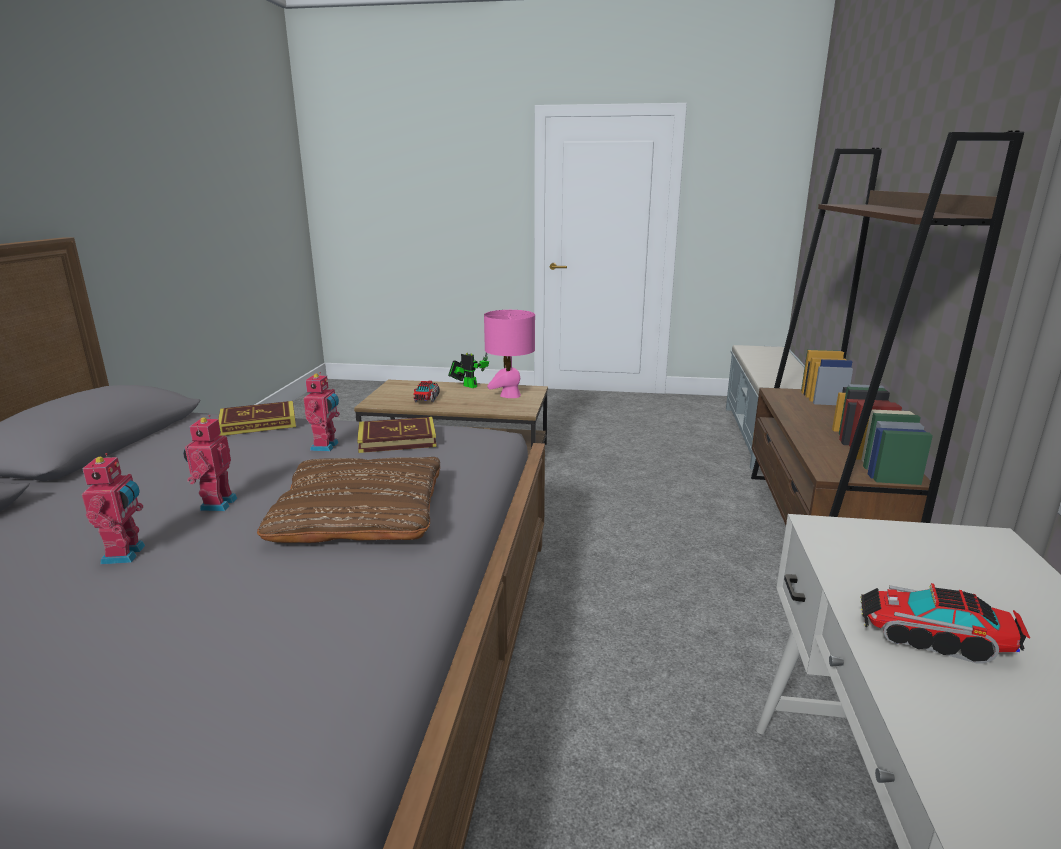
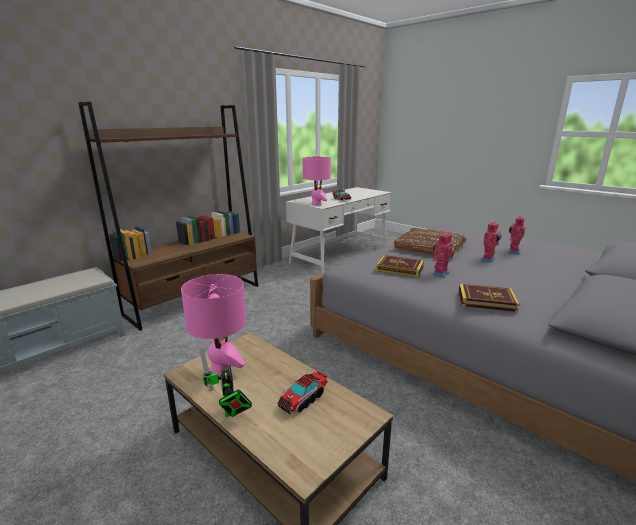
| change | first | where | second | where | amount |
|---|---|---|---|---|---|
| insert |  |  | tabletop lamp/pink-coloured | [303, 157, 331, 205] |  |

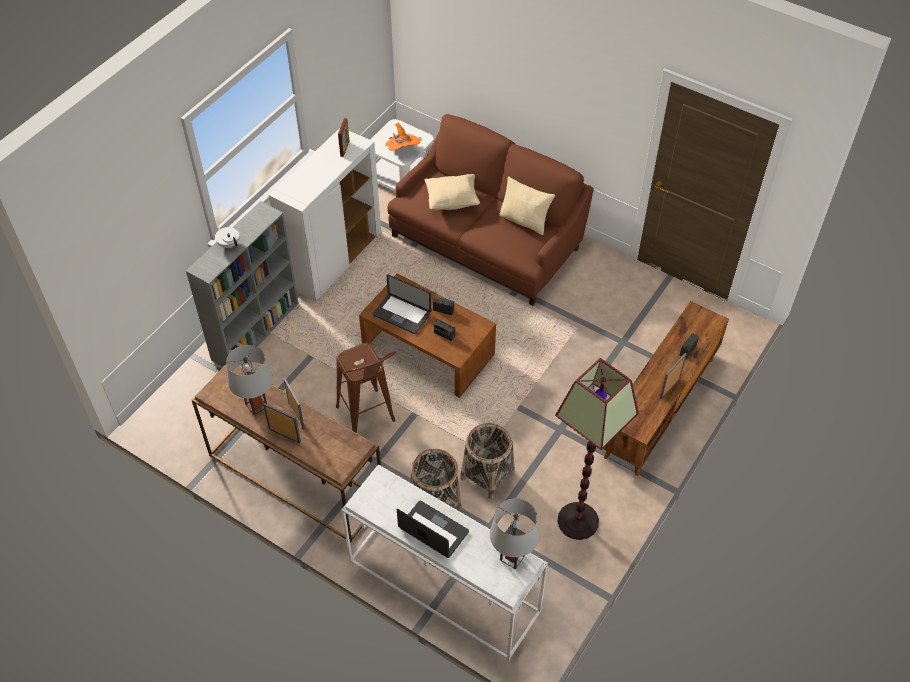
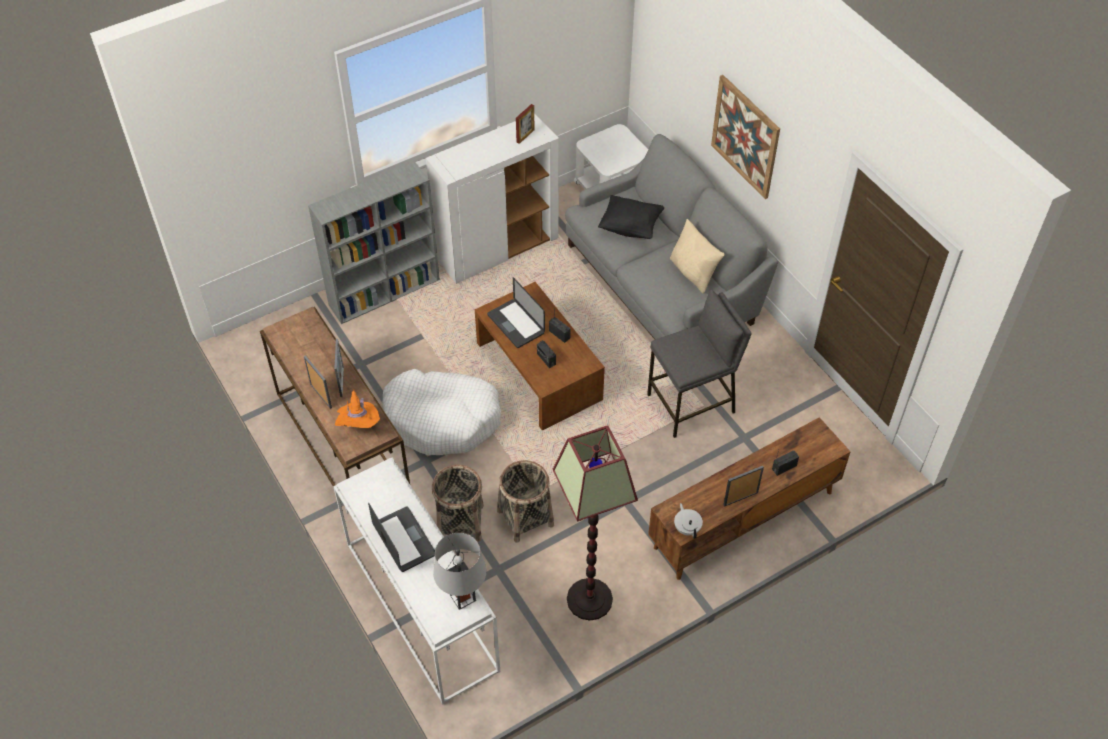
| change | first | where | second | where | amount |
|---|---|---|---|---|---|
| recolor | settee/brown | [387, 114, 593, 306] | settee/gray | [565, 134, 778, 340] |  |
| move | hat/orange | [385, 123, 422, 151] |  | [335, 390, 380, 428] |  |
| recolor | cushion/sand-coloured | [425, 174, 480, 210] | cushion/black-coloured | [598, 195, 664, 239] |  |
| move | pot for tea/whitish | [215, 226, 239, 248] |  | [674, 503, 703, 539] |  |
| replace | sitting stool/brown | [336, 343, 396, 433] | dog cushion/whitish | [383, 369, 501, 455] |  |
| delete | tabletop lamp/gray | [226, 345, 273, 415] |  |  |  |
| insert |  |  | picture | [711, 75, 780, 199] |  |
| insert |  |  | sitting stool/gray | [647, 289, 752, 438] |  |

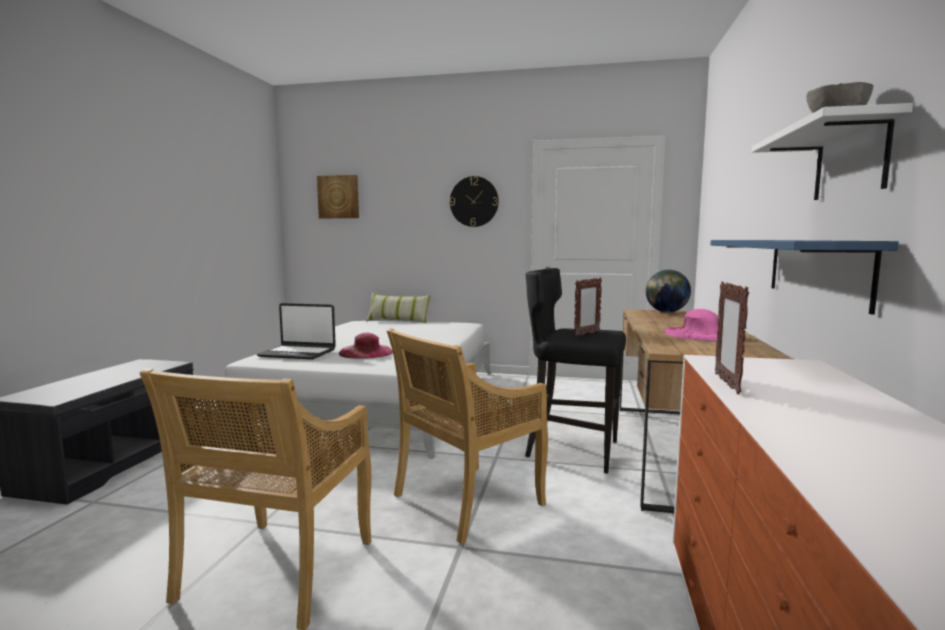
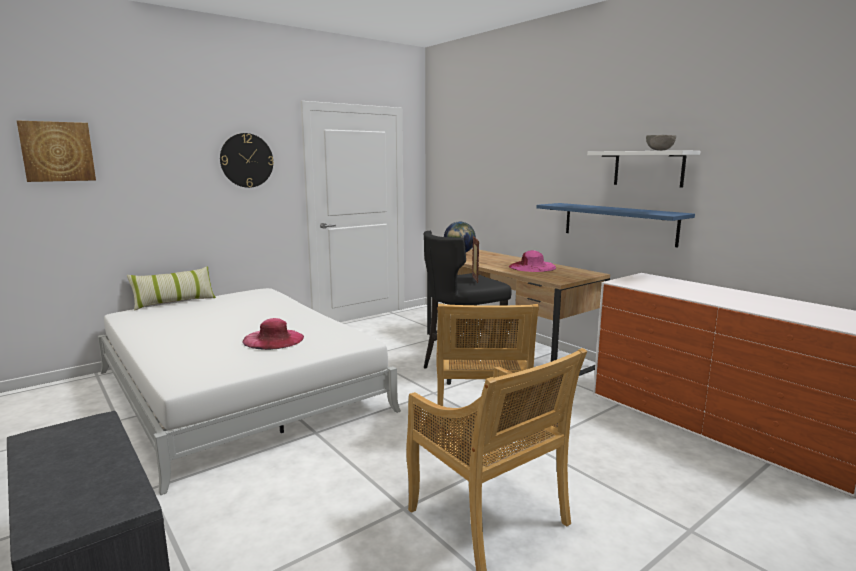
| change | first | where | second | where | amount |
|---|---|---|---|---|---|
| delete | standing frame | [715, 282, 749, 394] |  |  |  |
| delete | portable computer | [257, 303, 336, 360] |  |  |  |

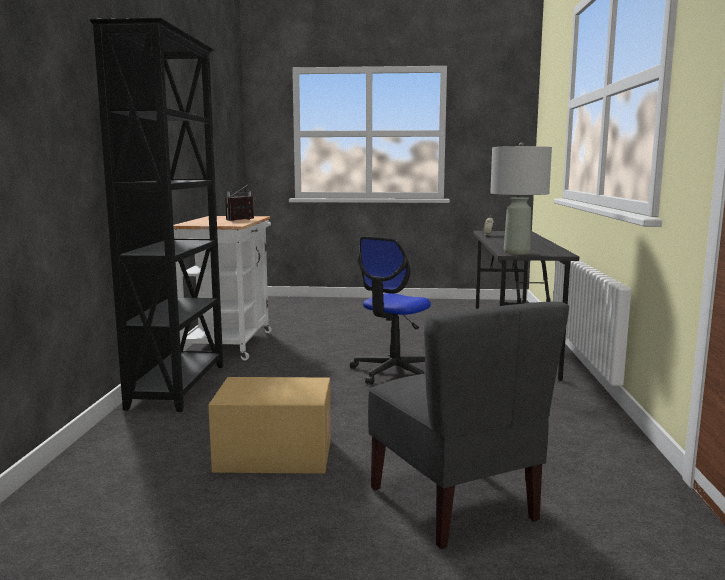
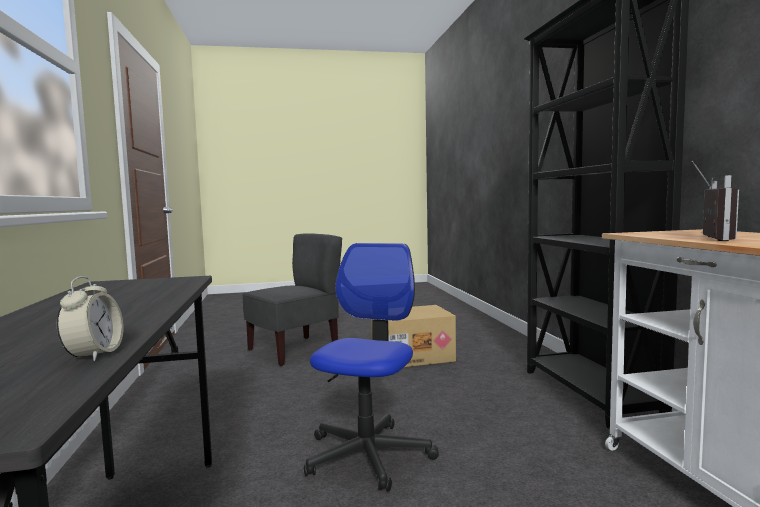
| change | first | where | second | where | amount |
|---|---|---|---|---|---|
| delete | tabletop lamp/gray | [490, 142, 552, 255] |  |  |  |
| rotate | upright chair/gray | [368, 302, 569, 549] |  | [243, 233, 342, 366] | 90 degrees clockwise |

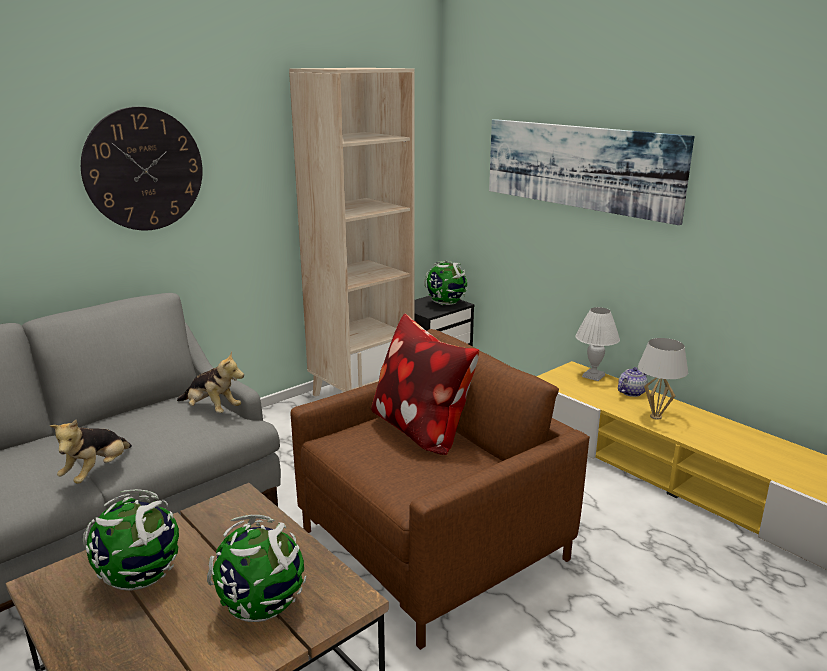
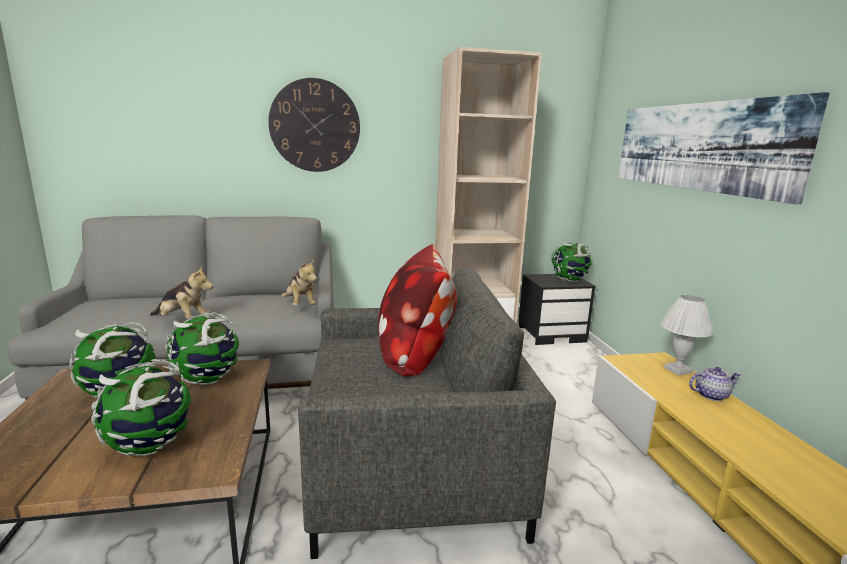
| change | first | where | second | where | amount |
|---|---|---|---|---|---|
| recolor | armchair/brown | [291, 329, 590, 650] | armchair/gray | [298, 268, 556, 559] |  |
| delete | tabletop lamp/whitish | [638, 338, 688, 420] |  |  |  |
| rotate | plush toy | [50, 420, 132, 484] |  | [150, 265, 213, 320] | 120 degrees counterclockwise |
| insert |  |  | desk globe | [165, 312, 239, 385] |  |

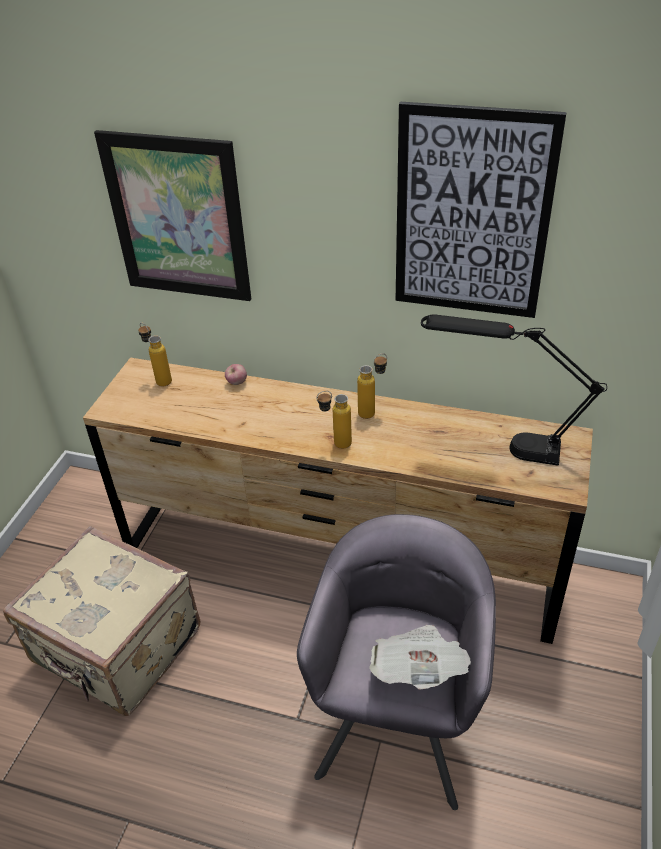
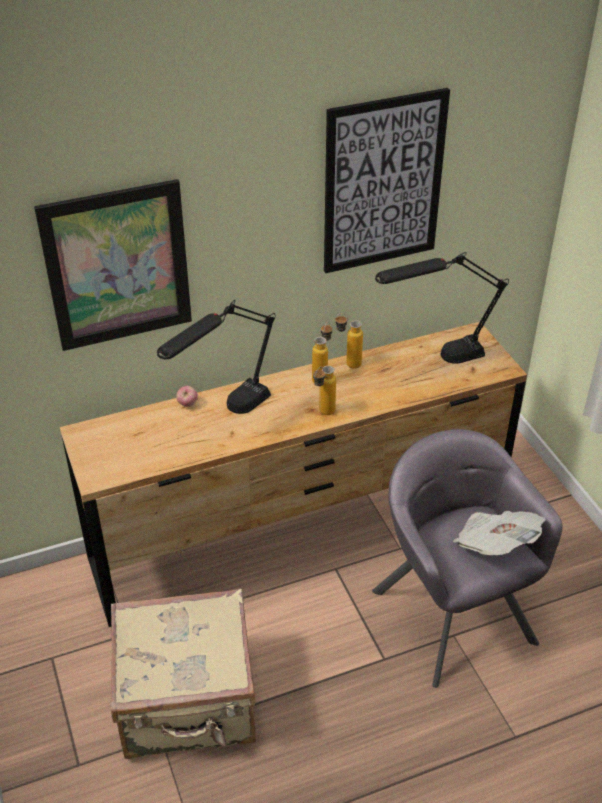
| change | first | where | second | where | amount |
|---|---|---|---|---|---|
| move | beverage bottle | [138, 322, 172, 386] |  | [335, 314, 363, 369] |  |
| insert |  |  | tabletop lamp/black-coloured | [157, 300, 276, 414] |  |

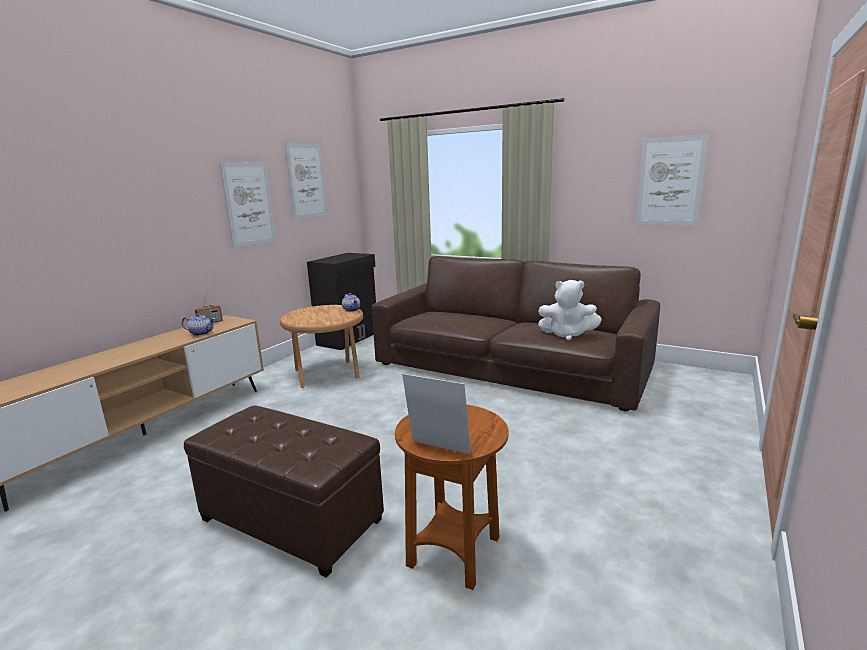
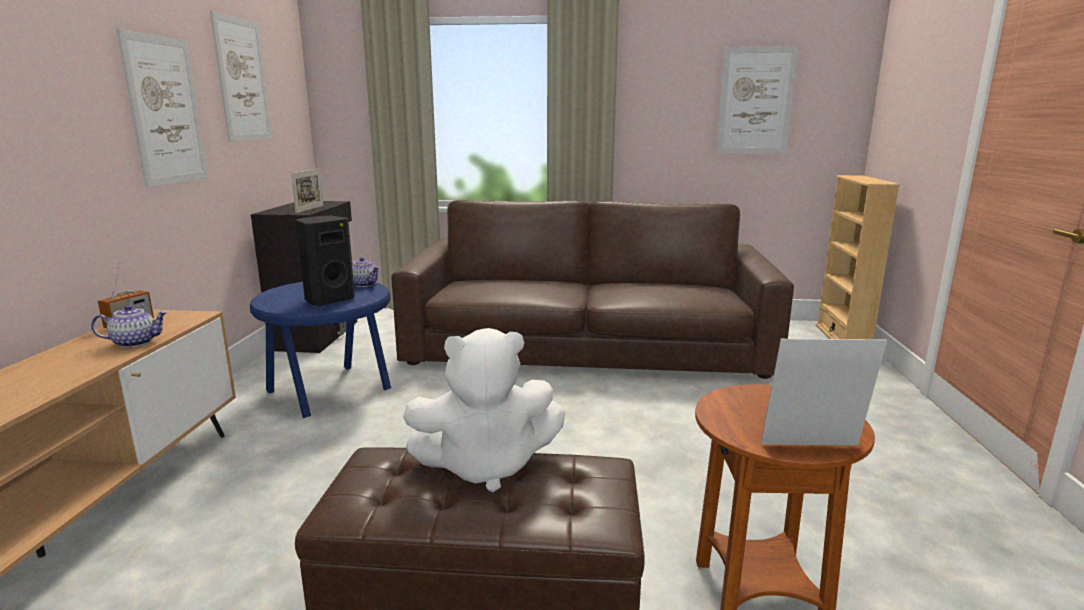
| change | first | where | second | where | amount |
|---|---|---|---|---|---|
| move | plush toy/whitish | [538, 280, 602, 341] |  | [403, 328, 565, 493] |  |
| recolor | accent table/brown | [280, 305, 363, 388] | accent table/blue-coloured | [250, 282, 391, 418] |  |
| insert |  |  | standing frame | [291, 169, 323, 213] |  |
| insert |  |  | bookcase/sand-coloured | [816, 175, 900, 339] |  |
| insert |  |  | loudspeaker/black-coloured | [296, 216, 355, 306] |  |

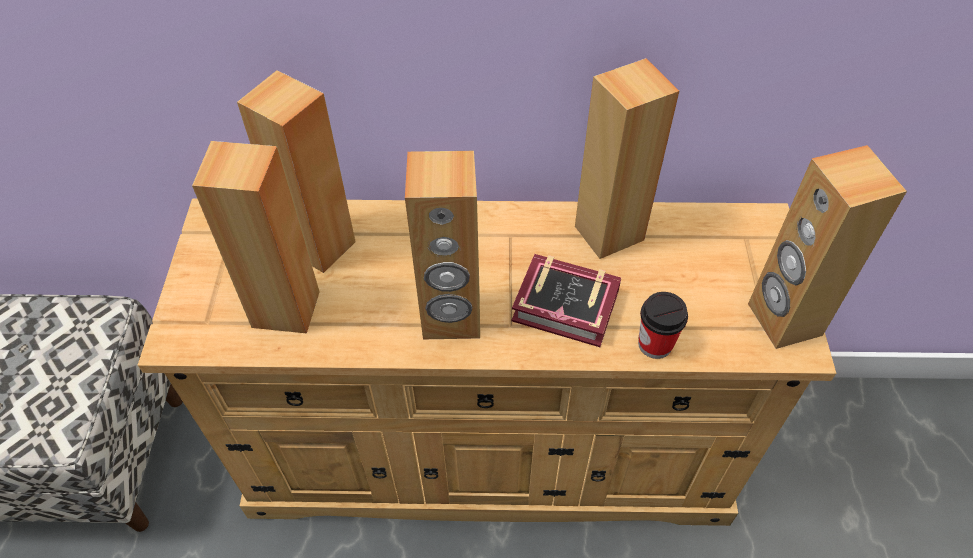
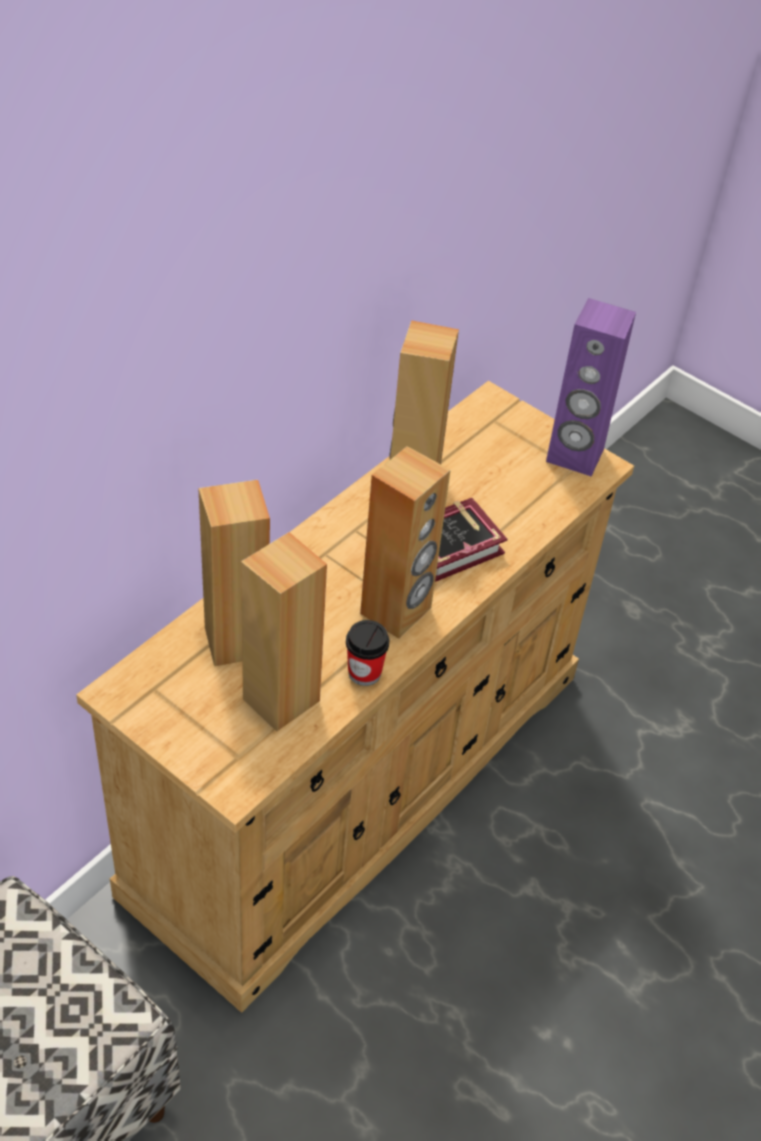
| change | first | where | second | where | amount |
|---|---|---|---|---|---|
| recolor | loudspeaker/brown | [748, 145, 907, 349] | loudspeaker/purplish | [546, 298, 636, 476] |  |
| move | small cup | [638, 292, 688, 359] |  | [346, 620, 389, 686] |  |

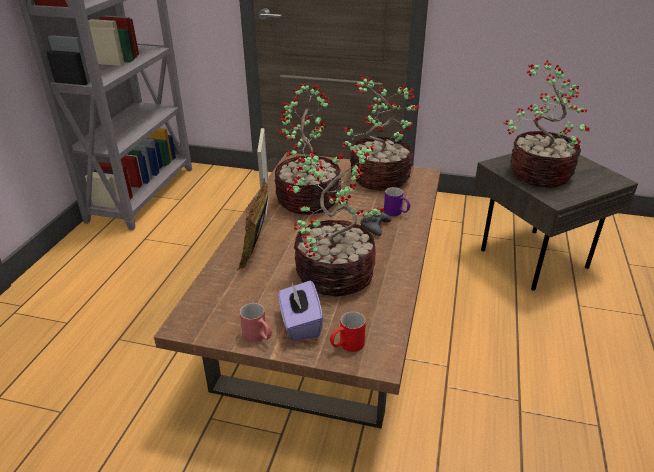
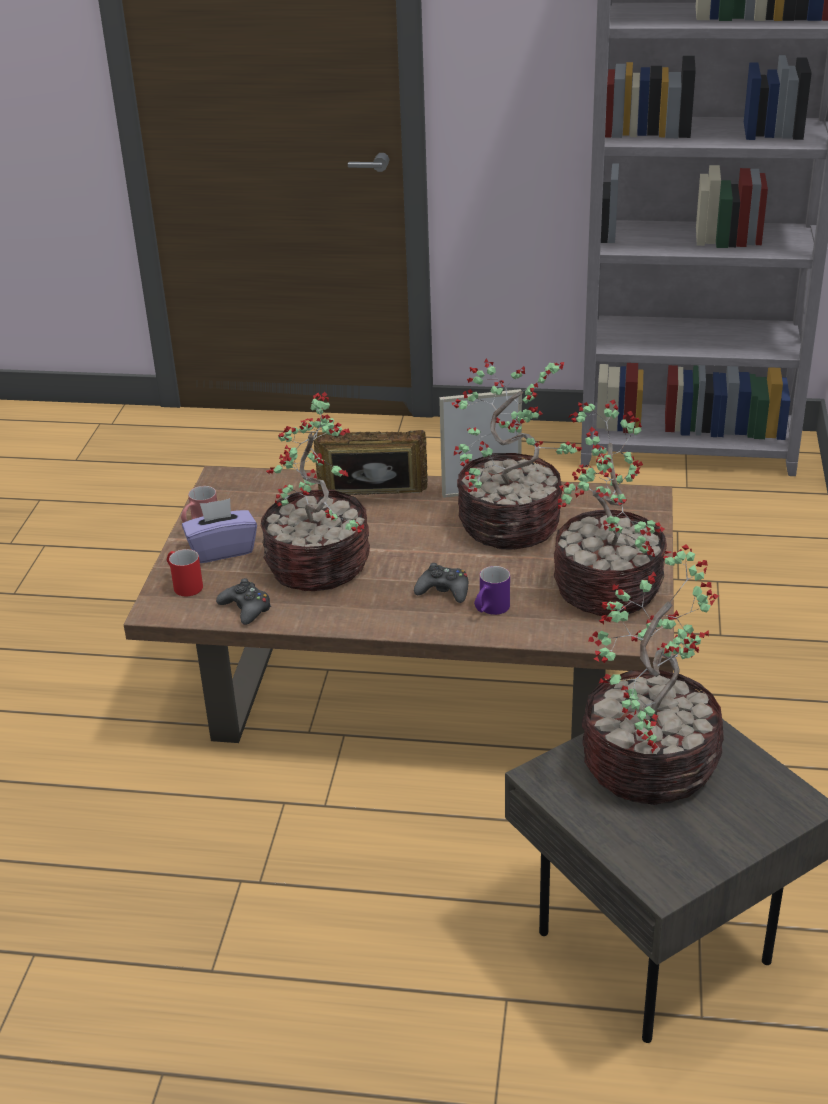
| change | first | where | second | where | amount |
|---|---|---|---|---|---|
| insert |  |  | game controller/black-coloured | [216, 578, 271, 625] |  |

